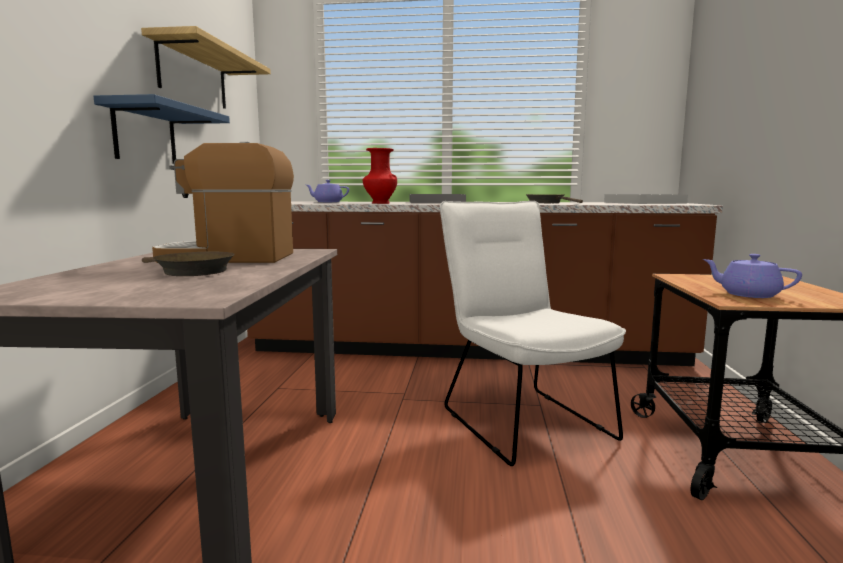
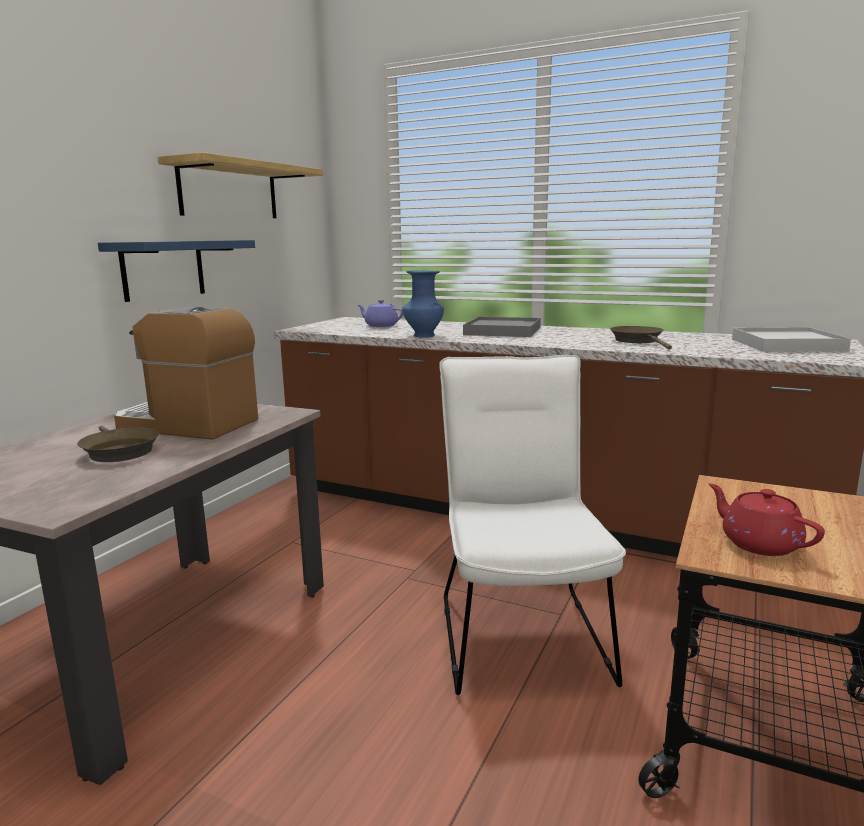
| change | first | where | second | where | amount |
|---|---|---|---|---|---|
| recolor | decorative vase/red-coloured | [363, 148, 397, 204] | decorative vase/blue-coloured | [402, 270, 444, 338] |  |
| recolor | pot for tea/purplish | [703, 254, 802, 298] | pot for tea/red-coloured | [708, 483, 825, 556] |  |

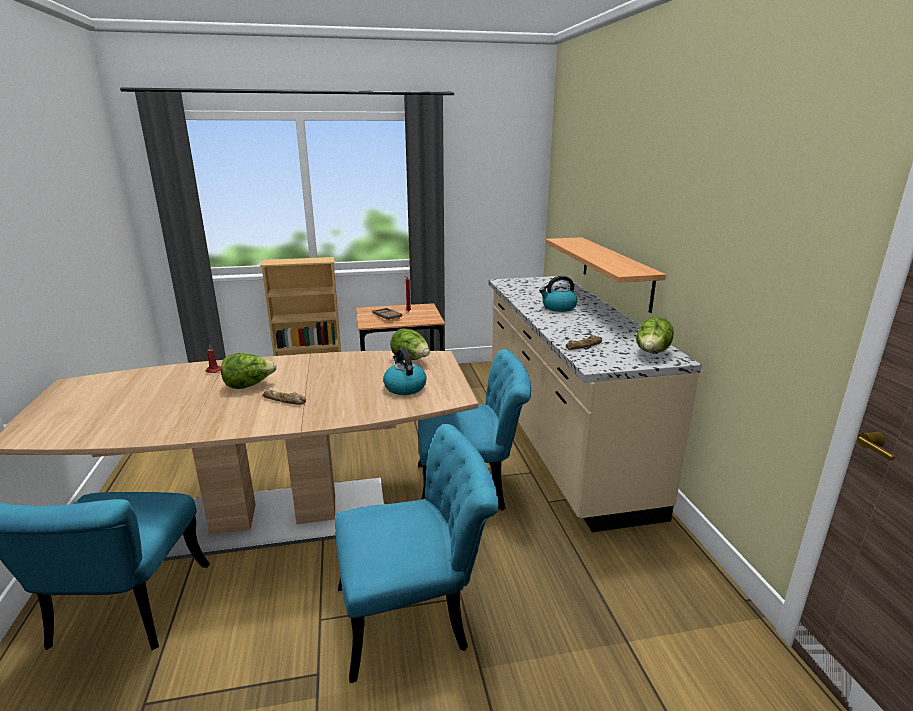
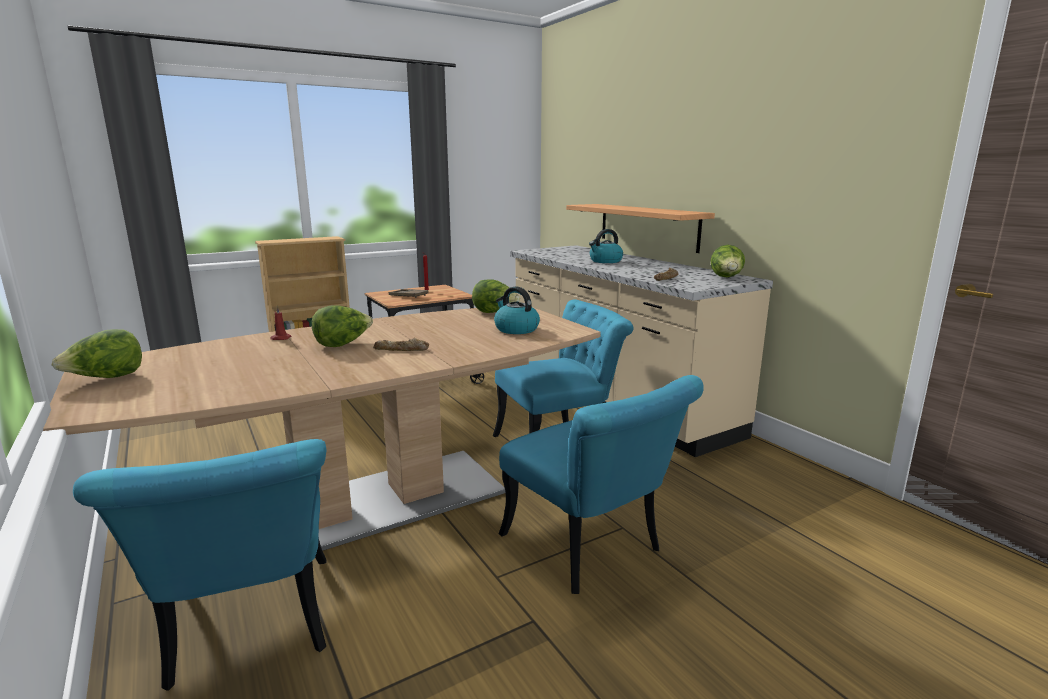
| change | first | where | second | where | amount |
|---|---|---|---|---|---|
| rotate | upright chair/blue-green | [335, 424, 499, 683] |  | [499, 375, 704, 594] | 90 degrees clockwise |
| insert |  |  | head of lettuce | [52, 329, 142, 378] |  |

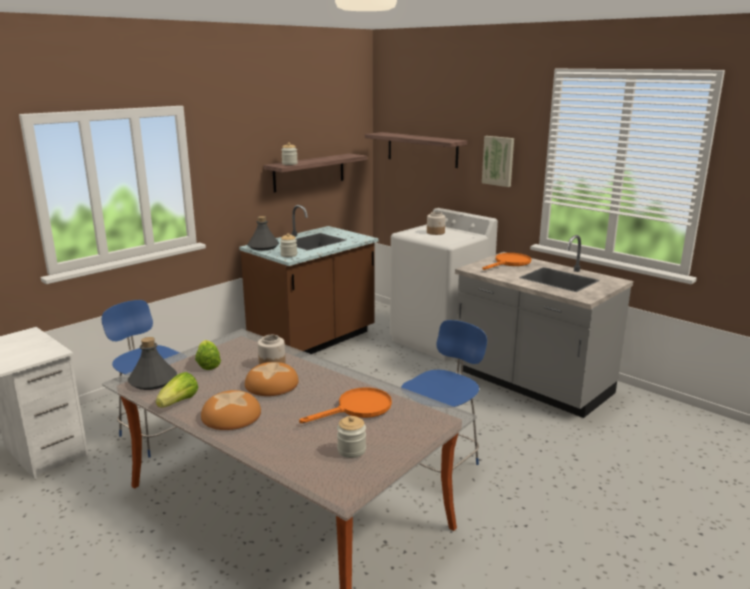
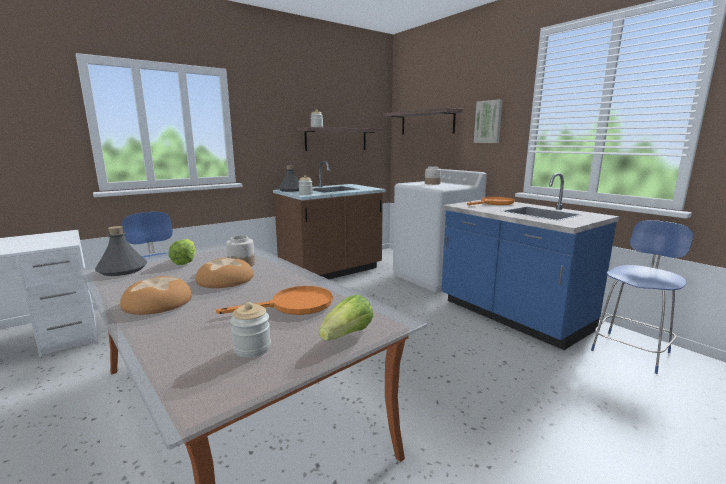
| change | first | where | second | where | amount |
|---|---|---|---|---|---|
| recolor | kitchen counter/gray | [455, 235, 633, 418] | kitchen counter/blue-coloured | [441, 173, 619, 350] |  |
| move | upright chair/blue-coloured | [401, 320, 487, 473] |  | [591, 220, 693, 374] |  |
| move | head of lettuce | [156, 372, 198, 408] |  | [319, 295, 374, 341] |  |

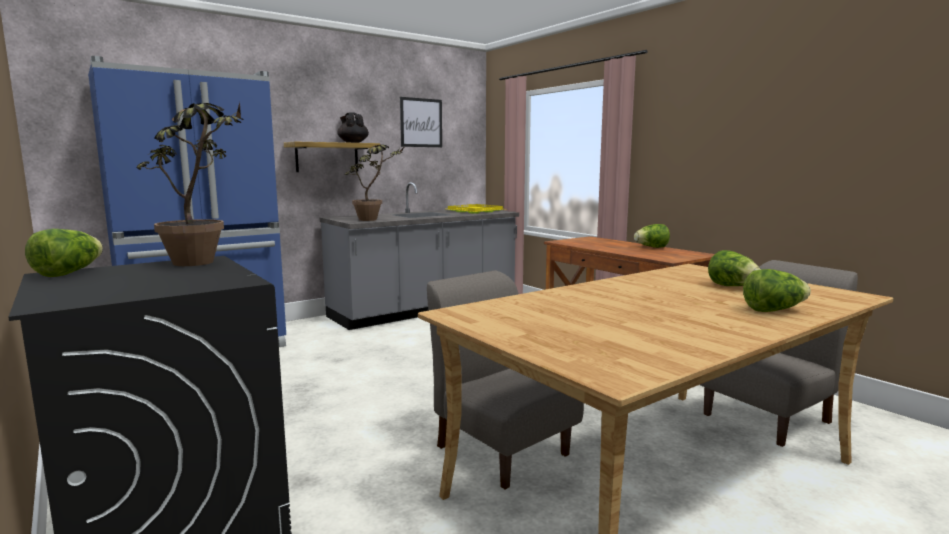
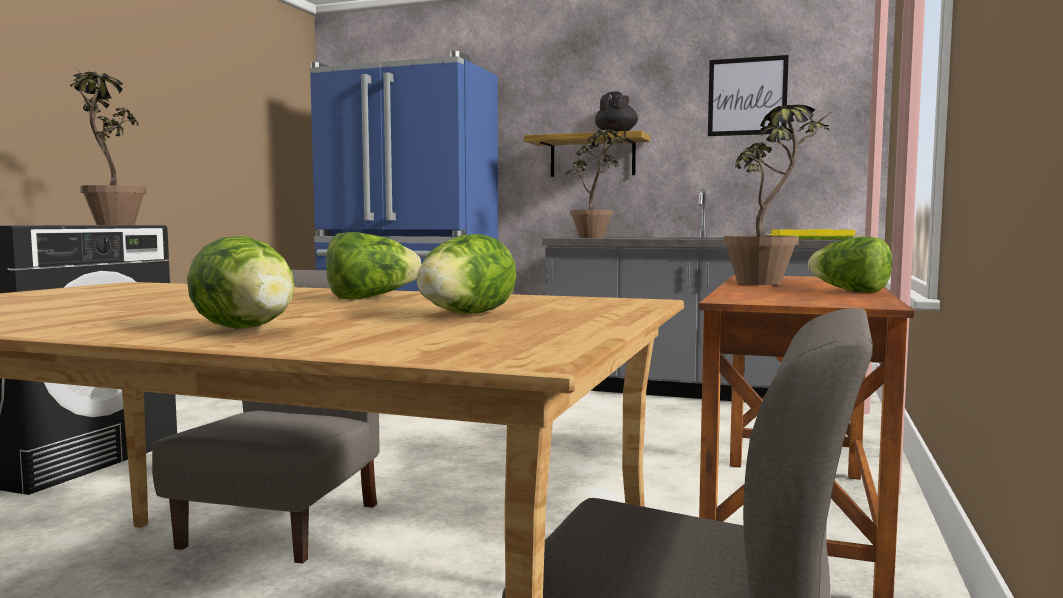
| change | first | where | second | where | amount |
|---|---|---|---|---|---|
| move | head of lettuce | [25, 229, 103, 277] |  | [326, 232, 421, 299] |  |
| insert |  |  | houseplant | [723, 105, 833, 285] |  |

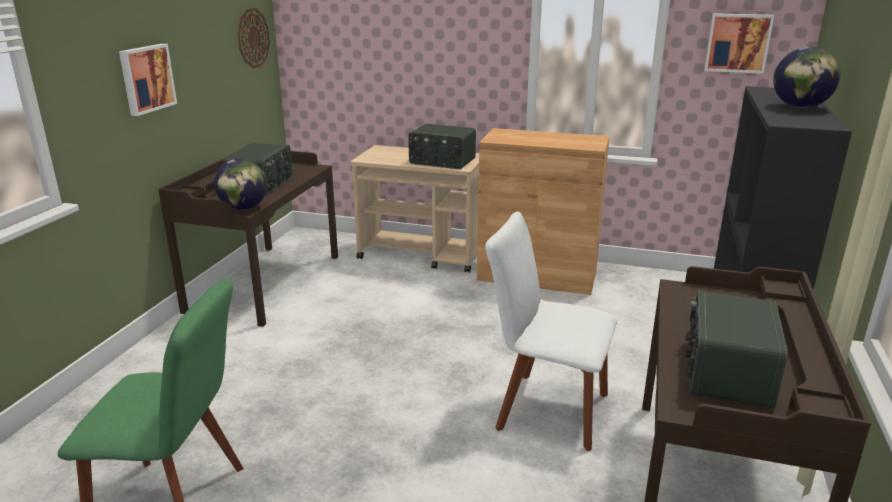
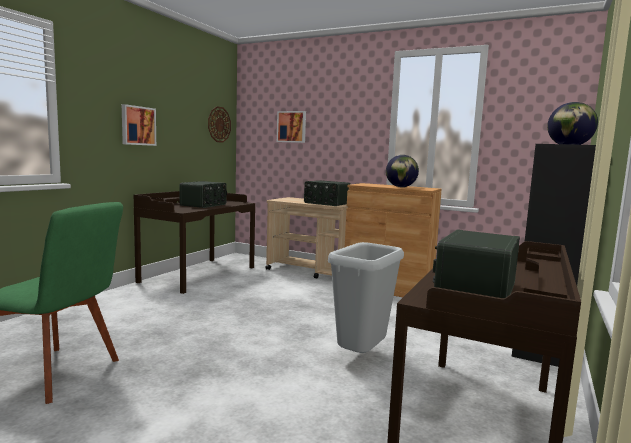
| change | first | where | second | where | amount |
|---|---|---|---|---|---|
| move | picture | [704, 13, 774, 74] |  | [277, 111, 306, 143] |  |
| move | desk globe | [214, 159, 267, 210] |  | [386, 155, 419, 187] |  |
| replace | upright chair/whitish | [485, 212, 617, 451] | trash can/gray | [328, 242, 404, 353] |  |

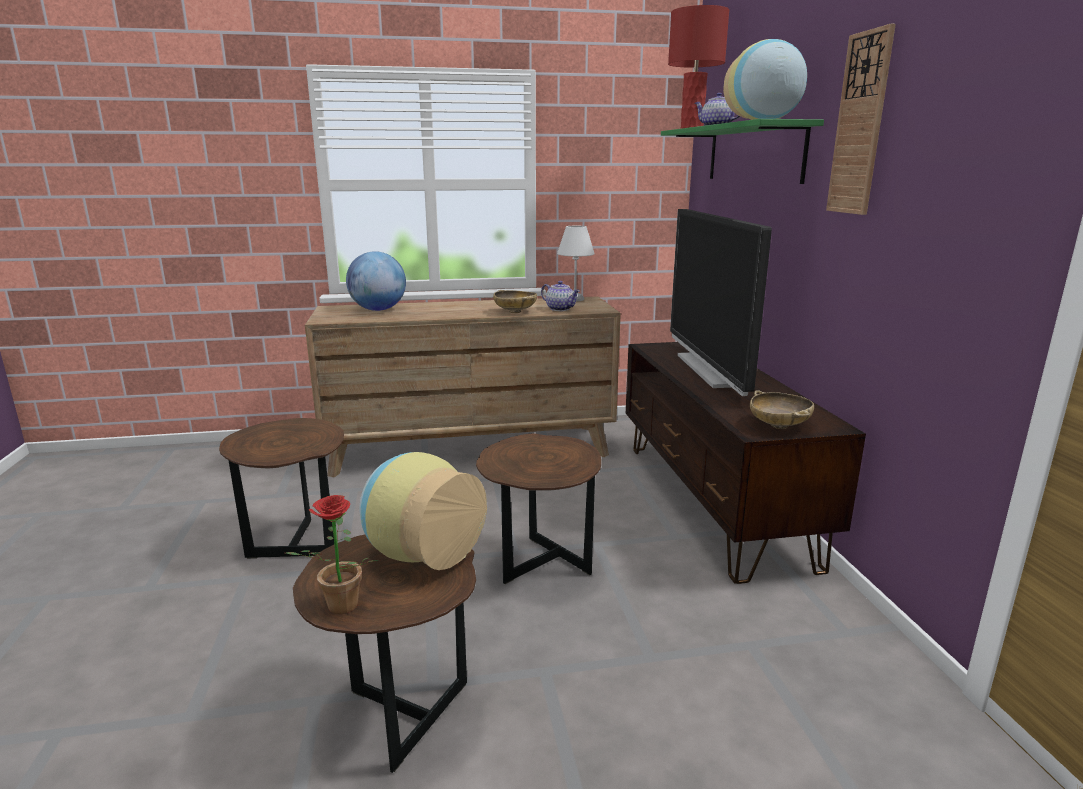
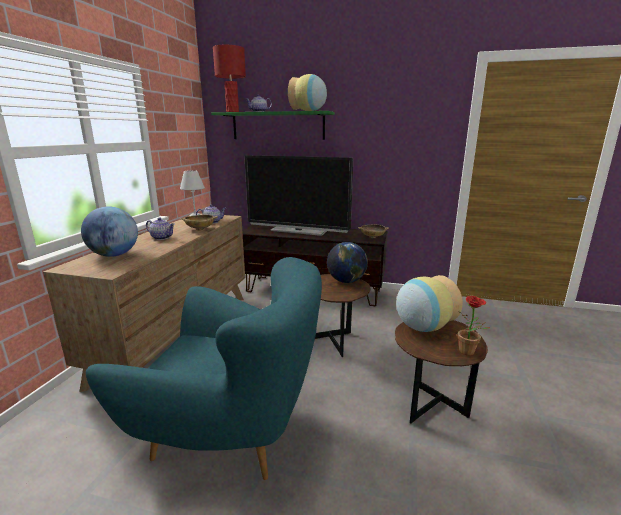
| change | first | where | second | where | amount |
|---|---|---|---|---|---|
| delete | hanging clock | [826, 24, 896, 215] |  |  |  |
| replace | accent table/brown | [219, 418, 344, 559] | armchair/blue-green | [86, 257, 322, 480] |  |
| insert |  |  | pot for tea | [146, 217, 175, 240] |  |
| insert |  |  | desk globe | [327, 242, 368, 283] |  |

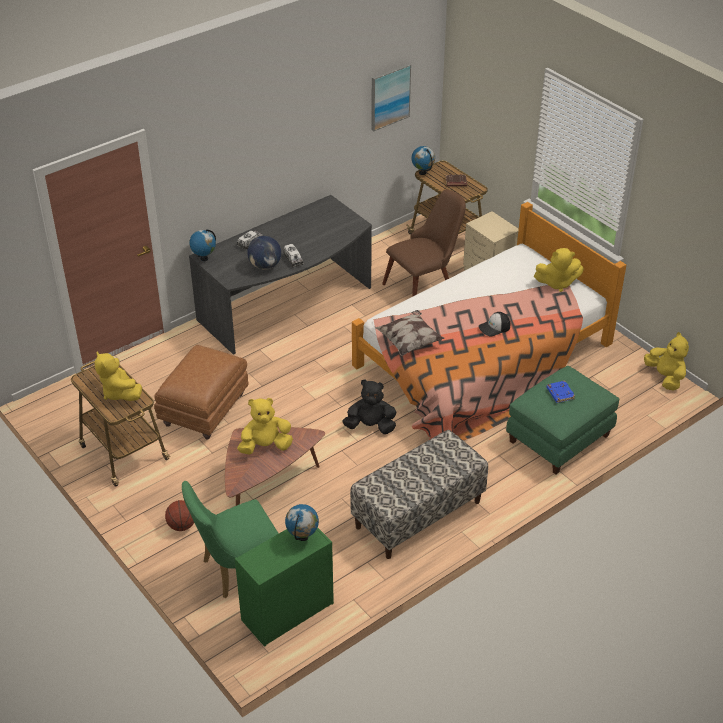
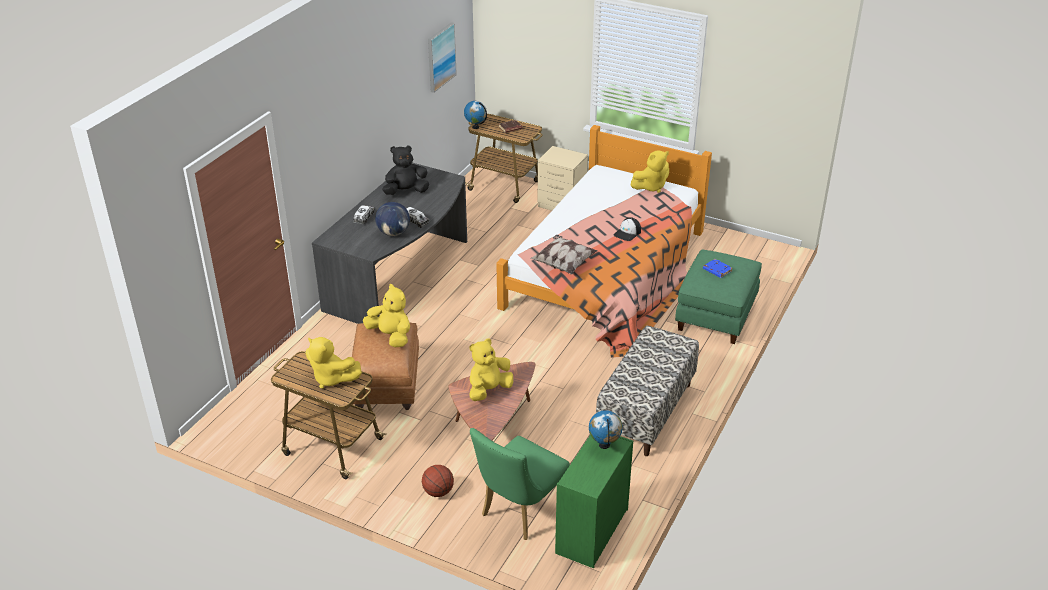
| change | first | where | second | where | amount |
|---|---|---|---|---|---|
| delete | upright chair/brown | [382, 189, 466, 297] |  |  |  |
| delete | desk globe | [189, 229, 216, 261] |  |  |  |
| move | plush toy/yellow | [644, 332, 689, 391] |  | [363, 284, 410, 347] |  |
| move | plush toy/black-coloured | [342, 380, 396, 434] |  | [382, 145, 429, 195] |  |

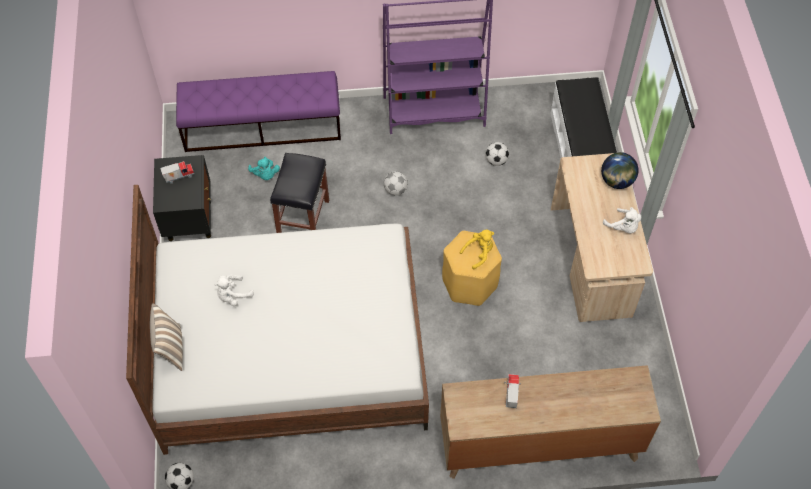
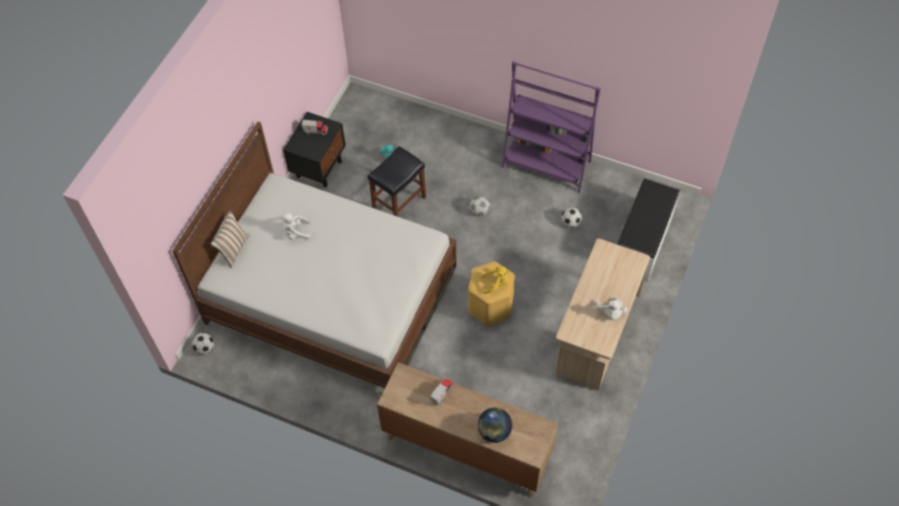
| change | first | where | second | where | amount |
|---|---|---|---|---|---|
| delete | long seat/purplish | [176, 71, 341, 152] |  |  |  |
| move | desk globe | [601, 152, 639, 189] |  | [478, 408, 512, 443] |  |

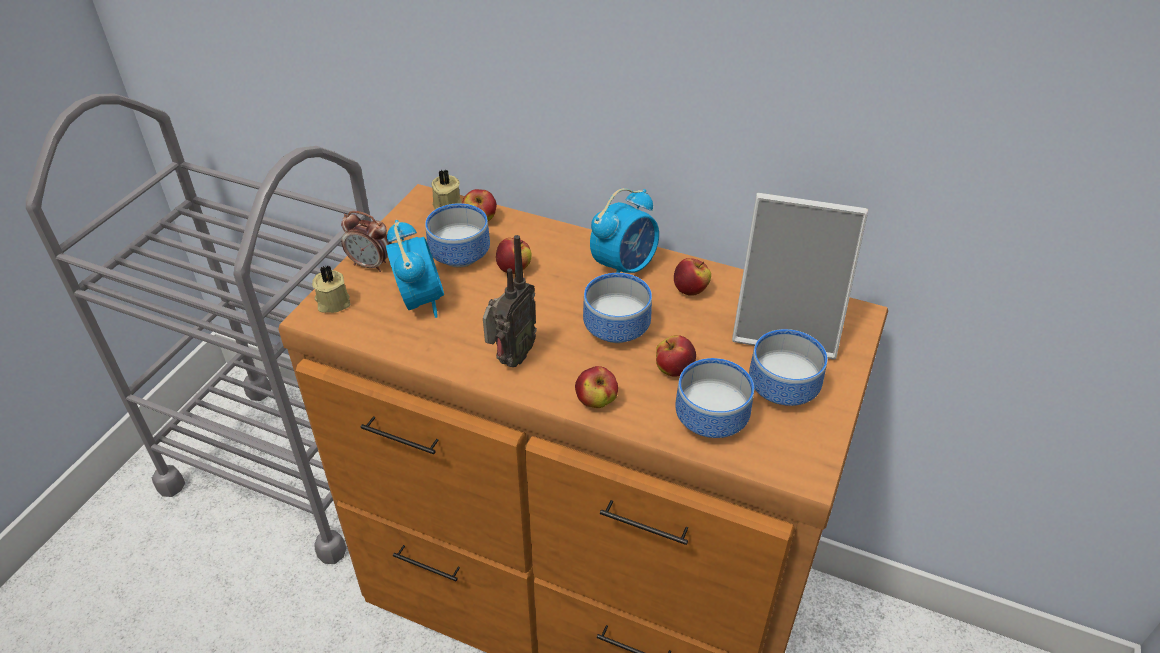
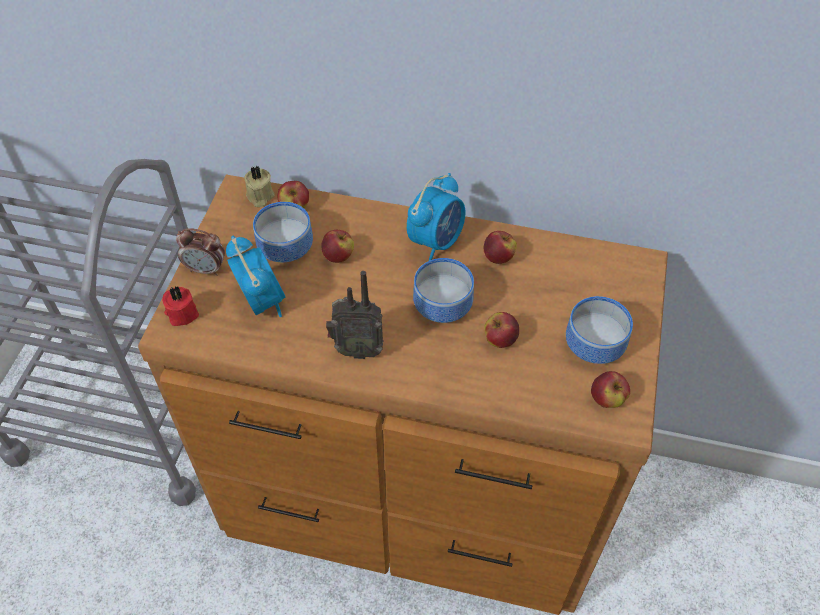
| change | first | where | second | where | amount |
|---|---|---|---|---|---|
| delete | standing frame | [732, 193, 868, 360] |  |  |  |
| rotate | radio receiver | [483, 235, 537, 367] |  | [326, 271, 384, 359] | 75 degrees clockwise |
| recolor | wax light/sand-coloured | [312, 266, 350, 313] | wax light/red-coloured | [162, 286, 199, 326] |  |
| delete | deep dish | [675, 358, 754, 438] |  |  |  |
| move | whole apple | [575, 366, 618, 408] |  | [591, 371, 630, 408] |  |

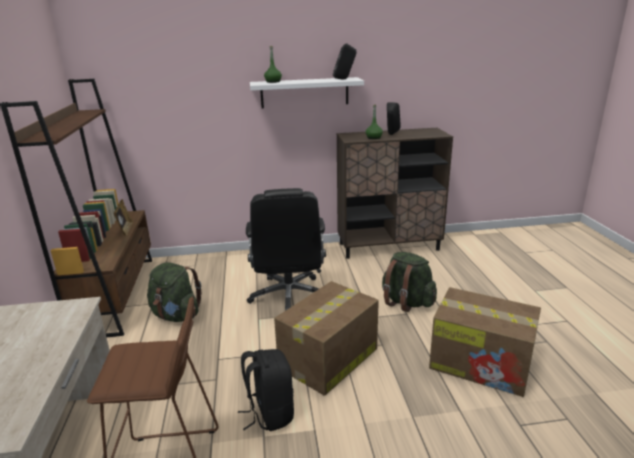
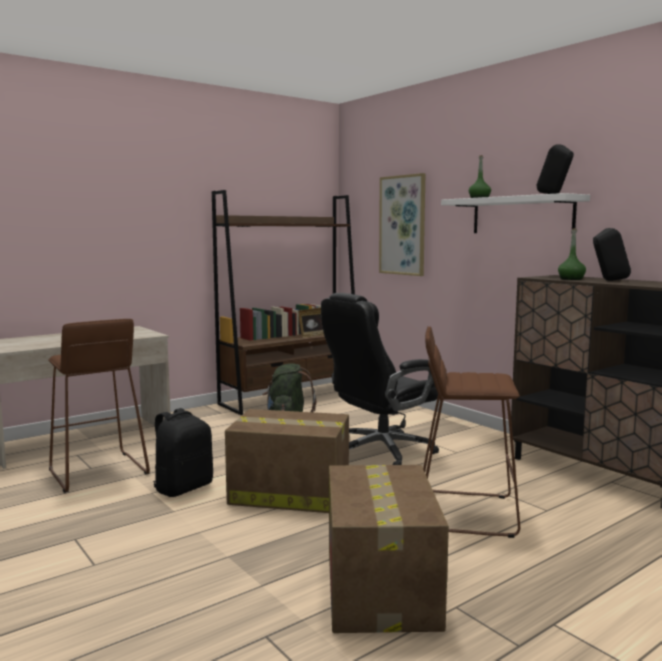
| change | first | where | second | where | amount |
|---|---|---|---|---|---|
| replace | rucksack/green-coloured | [382, 252, 437, 312] | sitting stool/brown | [423, 326, 520, 538] |  |
| insert |  |  | picture | [379, 173, 425, 276] |  |

